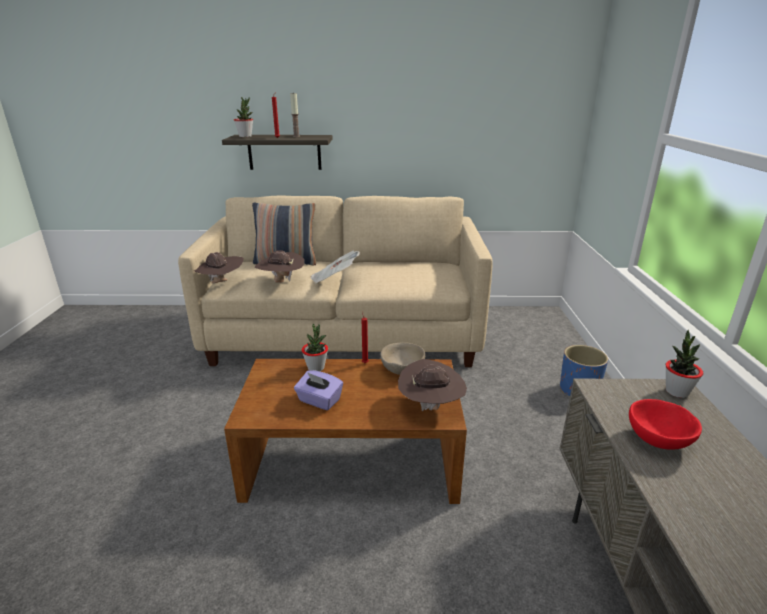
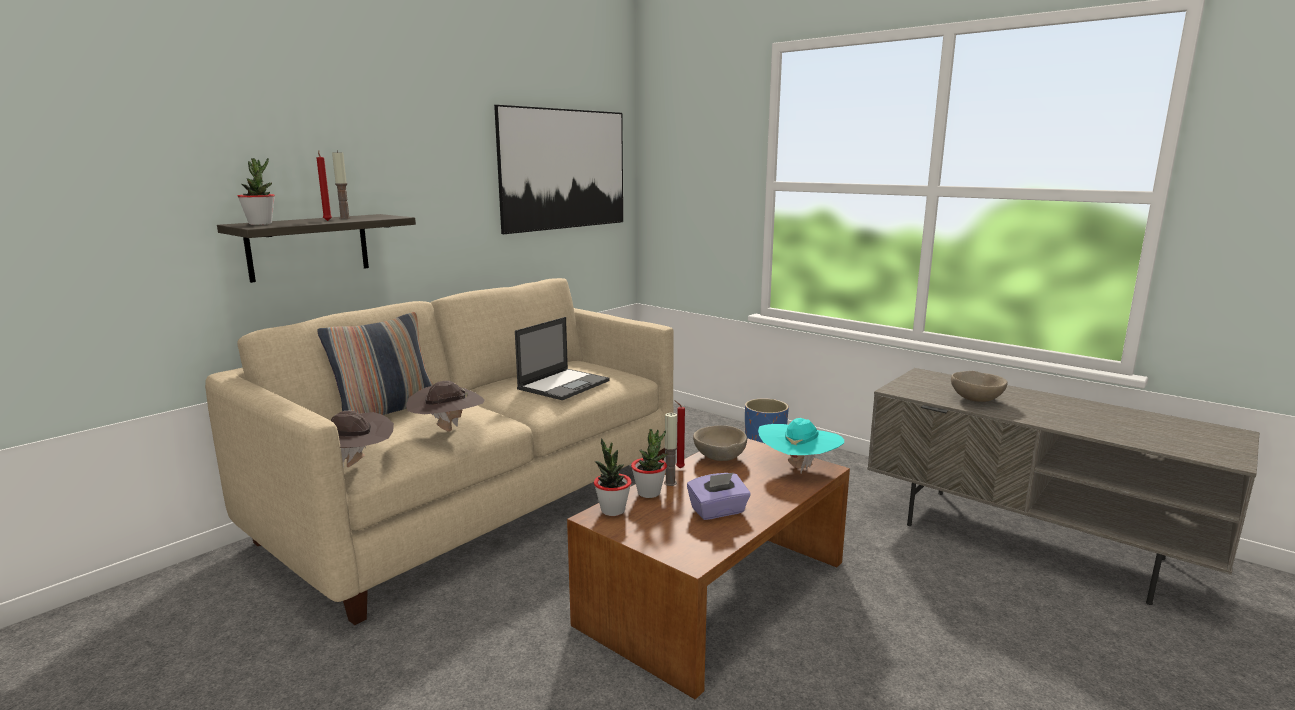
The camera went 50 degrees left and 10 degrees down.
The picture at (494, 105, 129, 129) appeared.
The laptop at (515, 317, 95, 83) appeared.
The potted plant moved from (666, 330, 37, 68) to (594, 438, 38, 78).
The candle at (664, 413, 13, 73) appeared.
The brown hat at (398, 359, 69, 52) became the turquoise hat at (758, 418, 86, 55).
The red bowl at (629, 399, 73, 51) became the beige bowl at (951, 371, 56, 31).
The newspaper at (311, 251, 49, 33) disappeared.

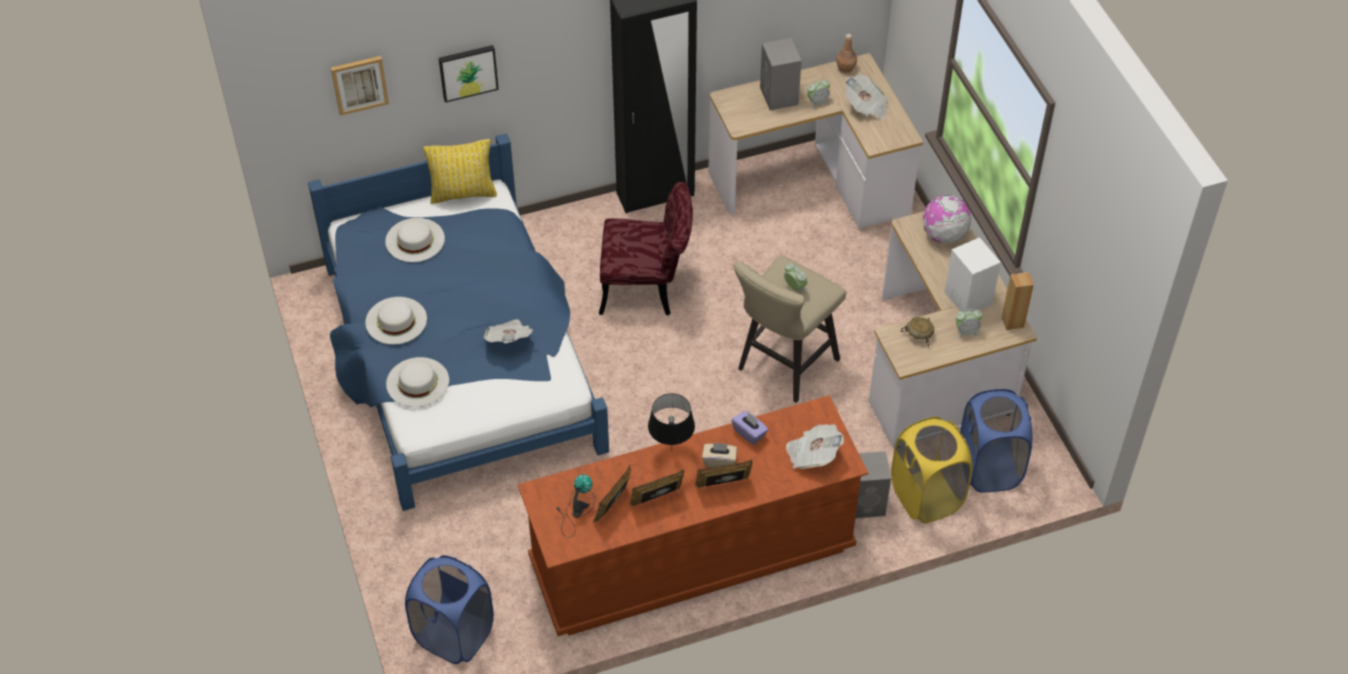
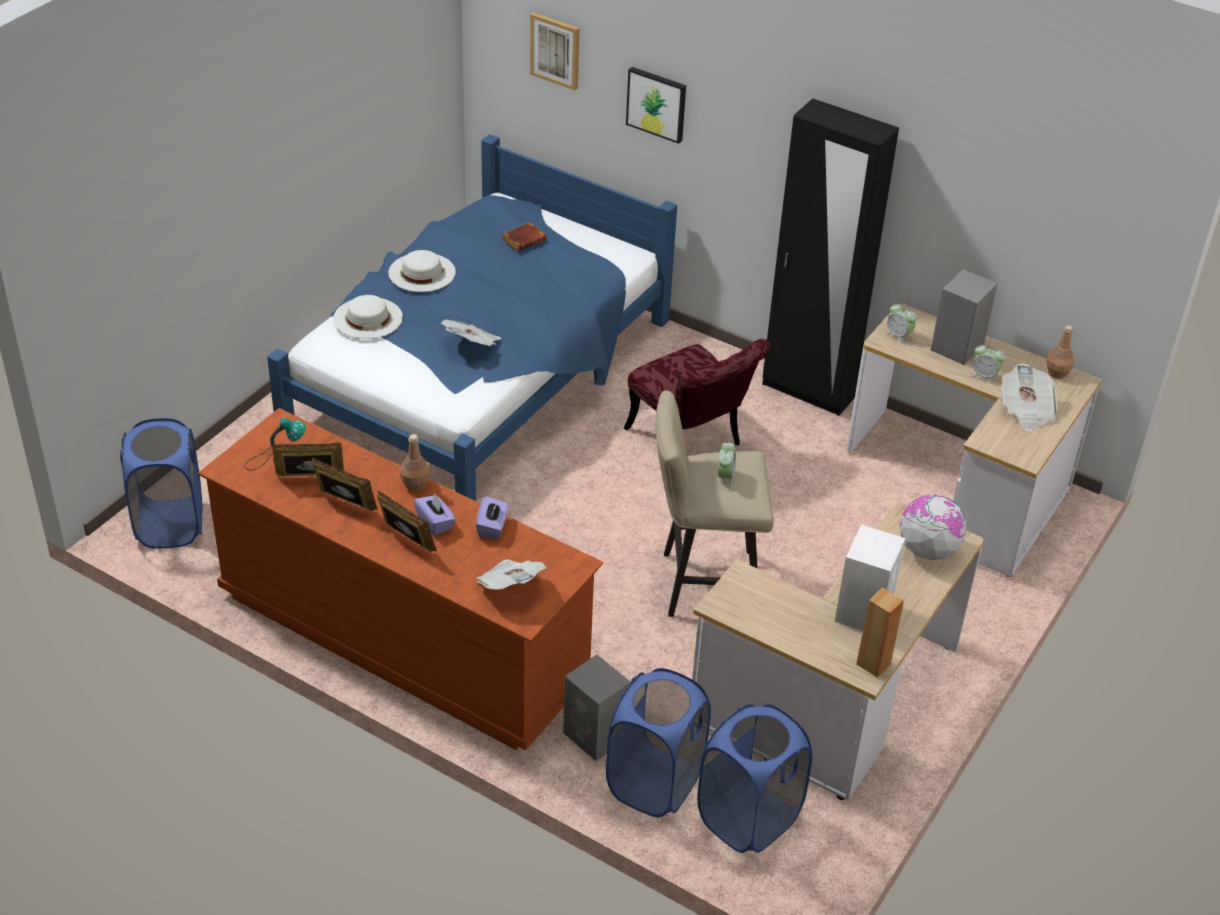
The camera went 50 degrees right and 10 degrees down.
The black table lamp at (648, 393, 47, 58) was replaced by the brown bottle at (400, 434, 30, 58).
The beige tissue box at (702, 442, 35, 25) became the purple tissue box at (414, 494, 42, 42).
The white hat at (385, 218, 60, 44) was replaced by the brown book at (502, 222, 45, 30).
The yellow laundry basket at (891, 417, 82, 107) became the blue laundry basket at (606, 668, 105, 149).
The alarm clock moved from (956, 309, 27, 29) to (885, 304, 32, 40).
The yellow pillow at (423, 139, 74, 65) disappeared.
The beige bowl at (900, 317, 34, 30) disappeared.

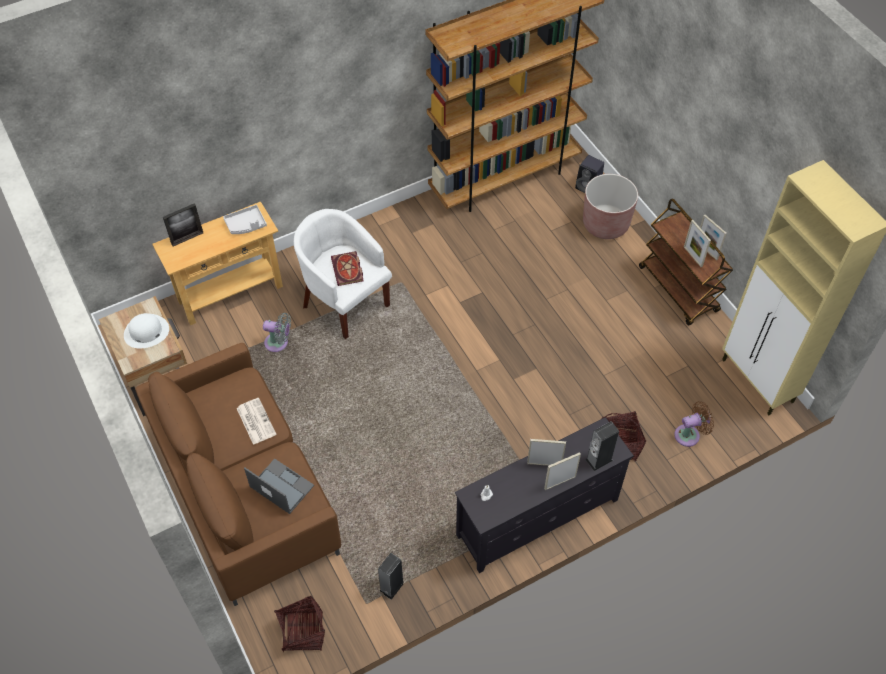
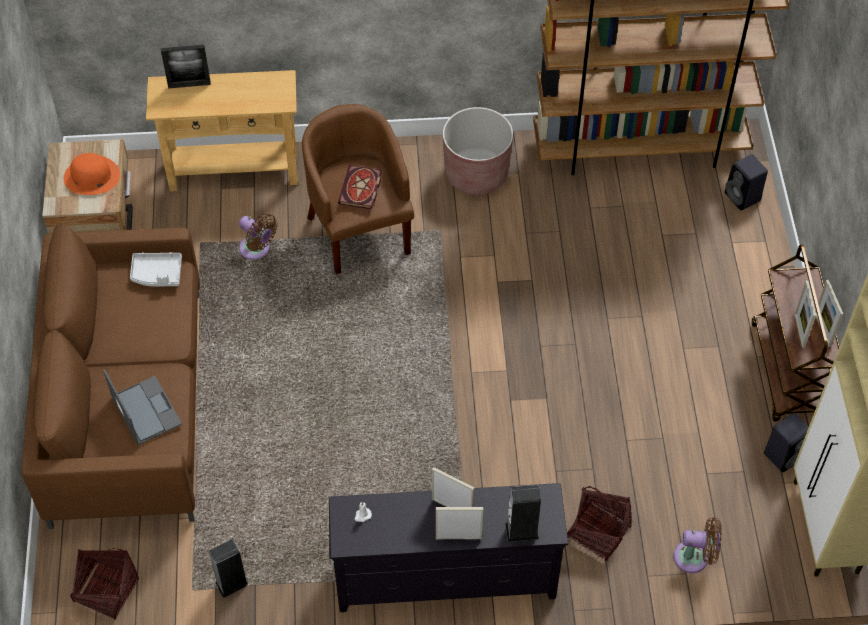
The camera went 25 degrees right and 0 degrees up.
The white hat at (124, 313, 45, 36) became the orange hat at (64, 153, 56, 42).
The grey tray moved from (223, 205, 44, 29) to (130, 252, 52, 35).
The grey fan at (263, 313, 28, 39) became the brown fan at (239, 214, 38, 46).
The white armchair at (294, 209, 98, 130) became the brown armchair at (302, 104, 112, 170).
The brown planter moved from (583, 174, 55, 65) to (443, 107, 70, 88).
The black speaker at (764, 413, 45, 60) appeared.
The newspaper at (237, 398, 39, 47) disappeared.

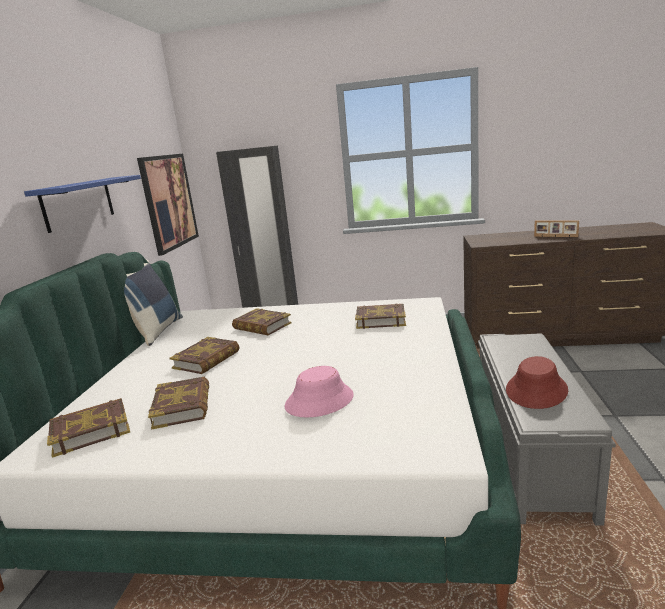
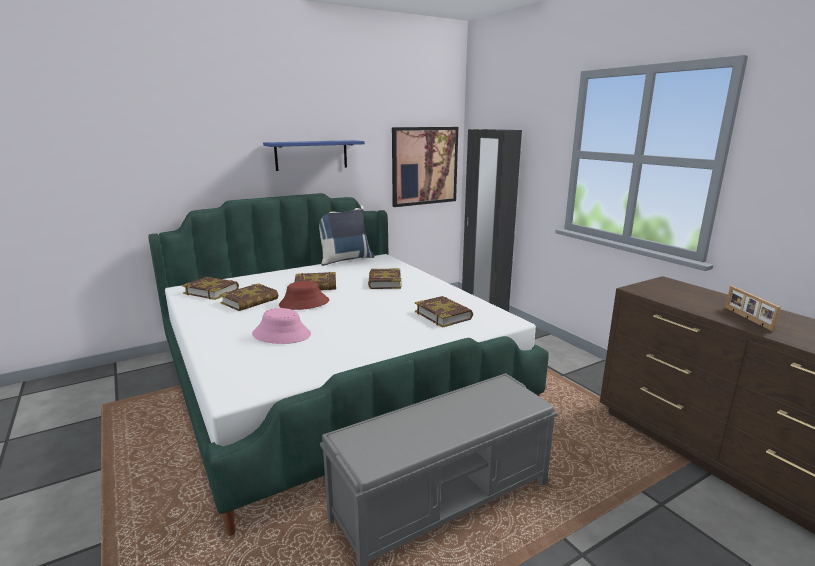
The camera went 50 degrees right and 0 degrees up.
The red hat moved from (506, 356, 62, 53) to (279, 281, 50, 29).

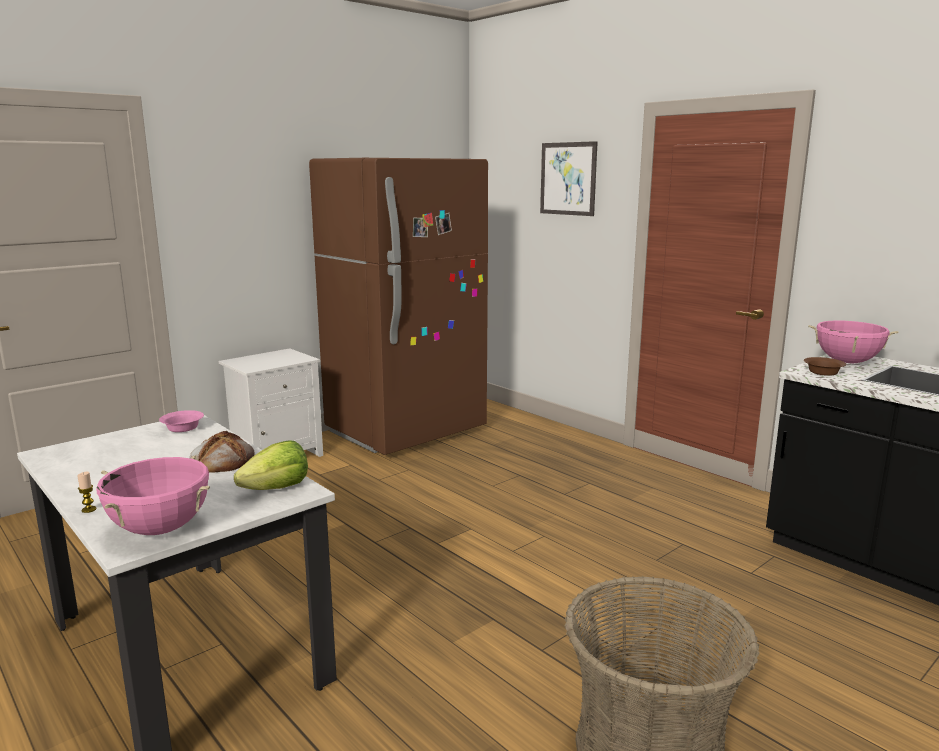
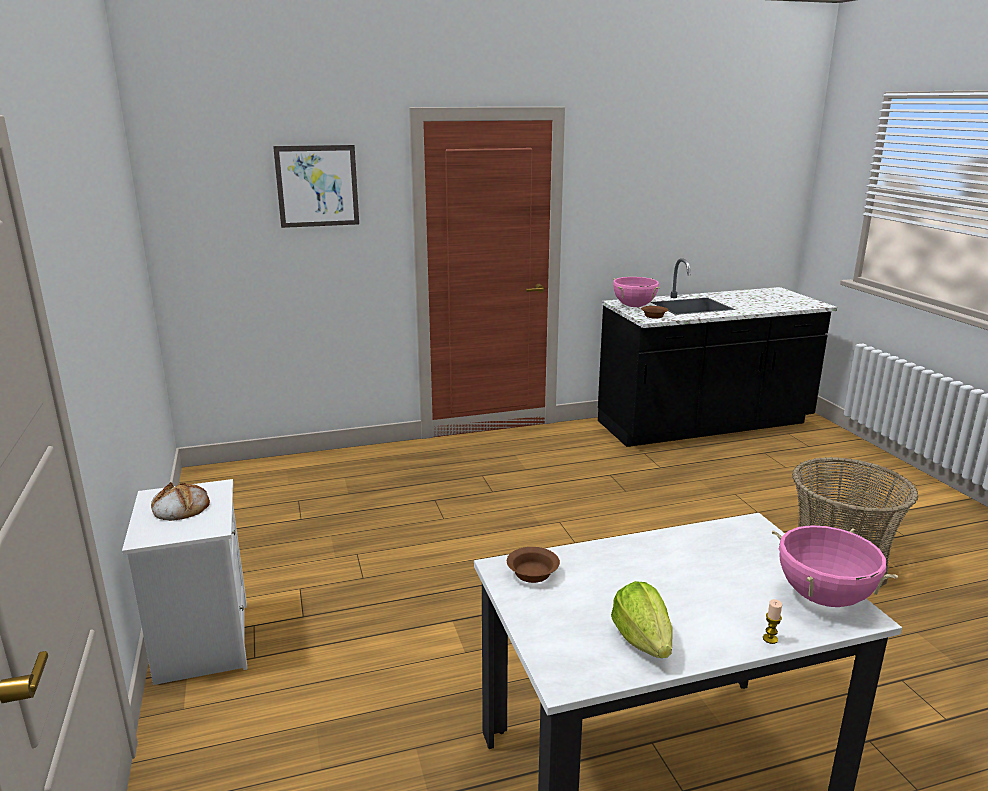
The camera went 65 degrees left and 5 degrees up.
The bread moved from (189, 431, 66, 42) to (151, 482, 59, 39).
The pink bowl at (159, 410, 45, 22) became the brown bowl at (507, 547, 53, 36).
The lettuce moved from (234, 440, 74, 50) to (611, 581, 61, 77).
The brown fridge at (309, 158, 179, 297) disappeared.

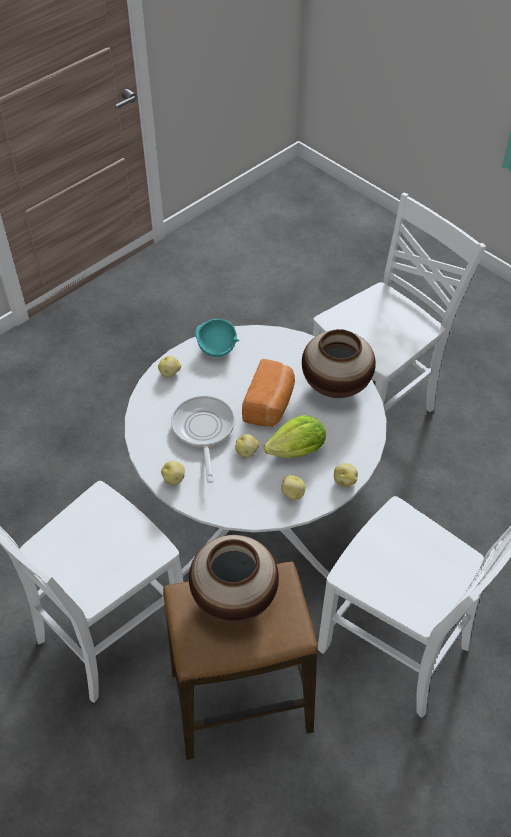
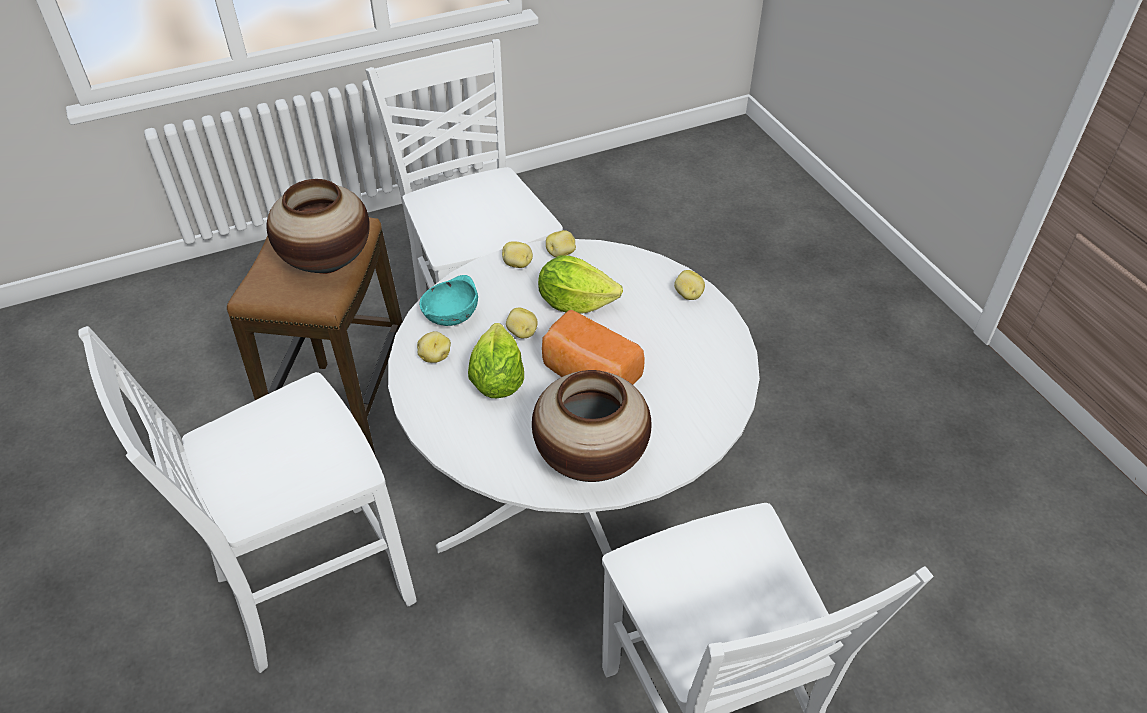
The camera went 110 degrees right and 5 degrees down.
The turquoise bowl moved from (195, 319, 44, 38) to (419, 275, 59, 51).
The frying pan at (171, 396, 64, 87) was replaced by the lettuce at (538, 255, 85, 59).
The potato moved from (334, 463, 24, 24) to (546, 230, 30, 27).

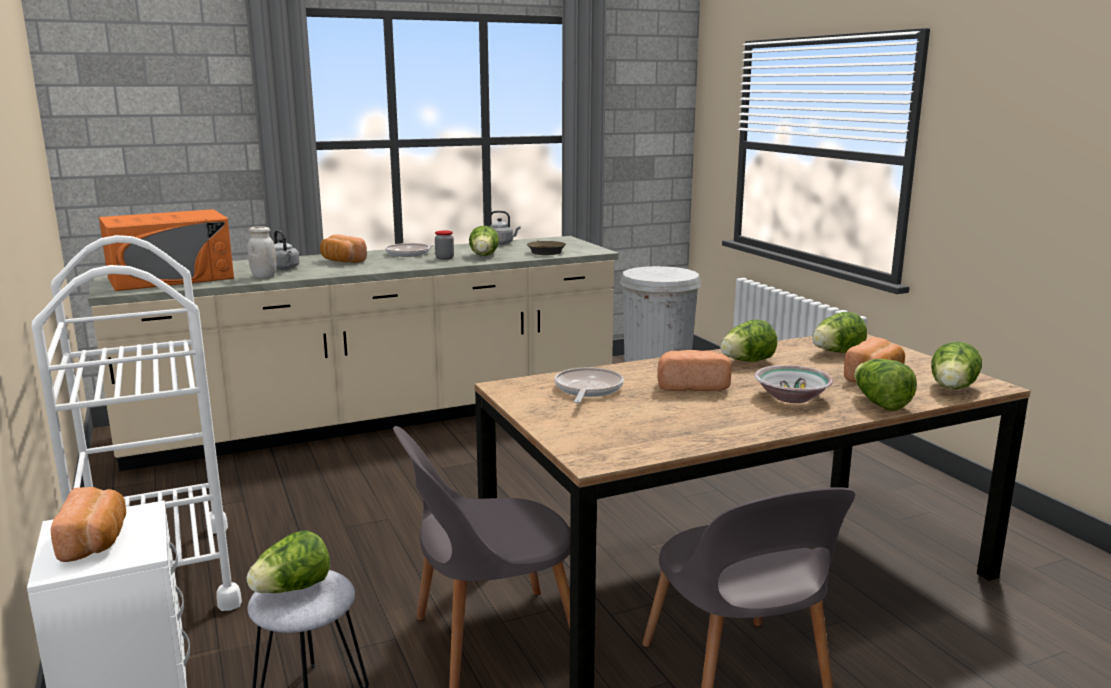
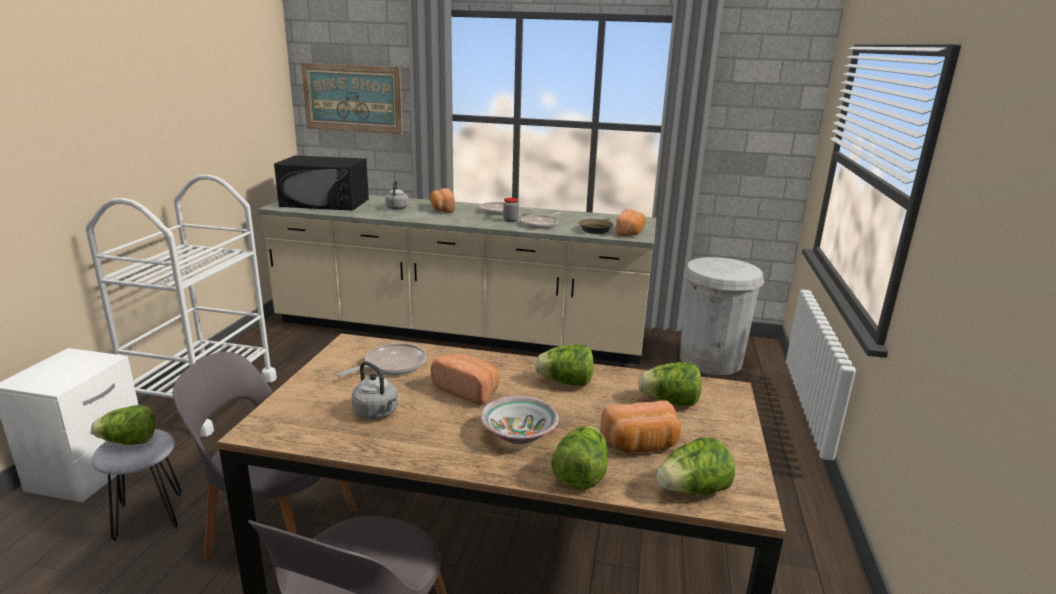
The camera went 35 degrees right and 5 degrees up.
The orange microwave at (99, 209, 135, 82) became the black microwave at (274, 155, 95, 56).
The picture at (301, 63, 102, 71) appeared.
The grey kettle moved from (489, 211, 31, 34) to (352, 361, 46, 58).
The lettuce at (469, 226, 30, 30) was replaced by the frying pan at (521, 211, 42, 18).
The bread moved from (51, 487, 75, 75) to (616, 209, 30, 27).
The white jar at (248, 226, 29, 52) disappeared.

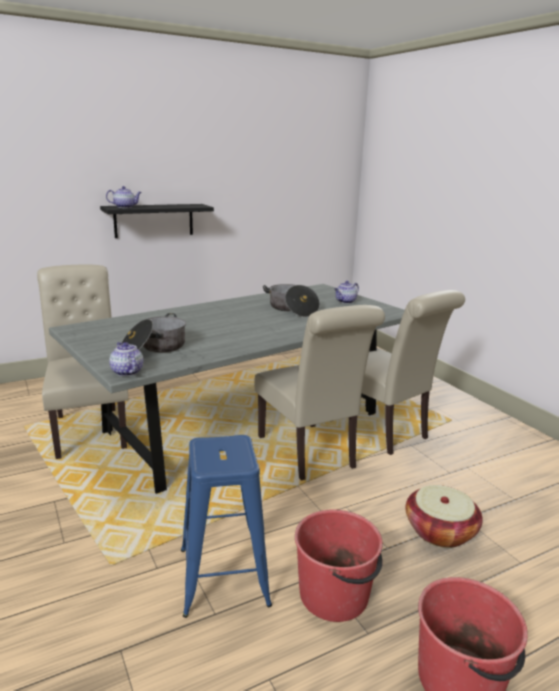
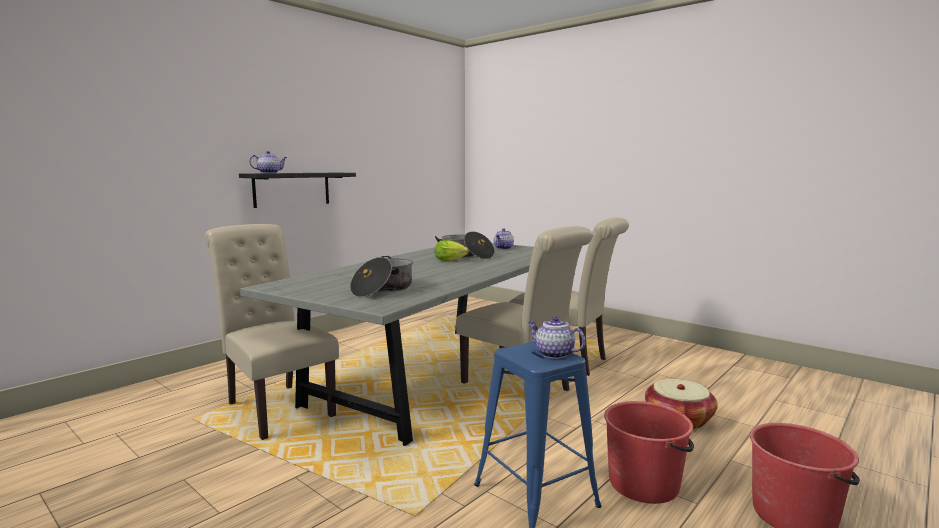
The camera went 20 degrees left and 10 degrees down.
The lettuce at (435, 240, 34, 21) appeared.
The teapot moved from (109, 342, 34, 34) to (528, 317, 57, 42).

